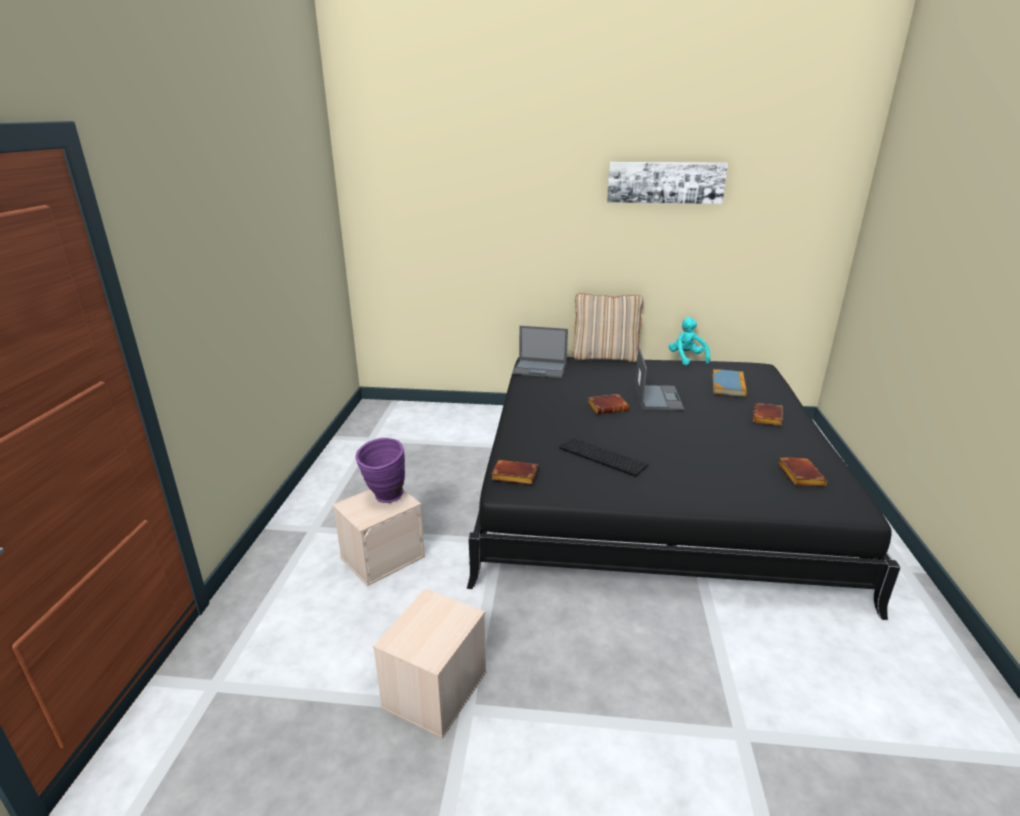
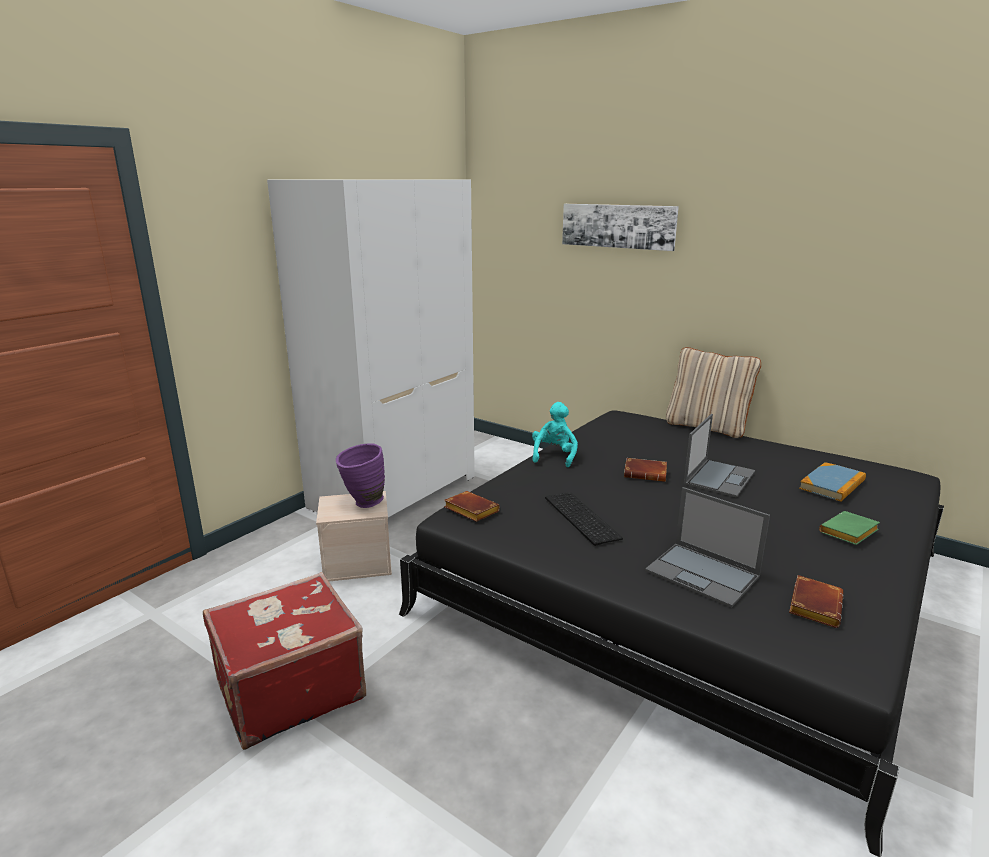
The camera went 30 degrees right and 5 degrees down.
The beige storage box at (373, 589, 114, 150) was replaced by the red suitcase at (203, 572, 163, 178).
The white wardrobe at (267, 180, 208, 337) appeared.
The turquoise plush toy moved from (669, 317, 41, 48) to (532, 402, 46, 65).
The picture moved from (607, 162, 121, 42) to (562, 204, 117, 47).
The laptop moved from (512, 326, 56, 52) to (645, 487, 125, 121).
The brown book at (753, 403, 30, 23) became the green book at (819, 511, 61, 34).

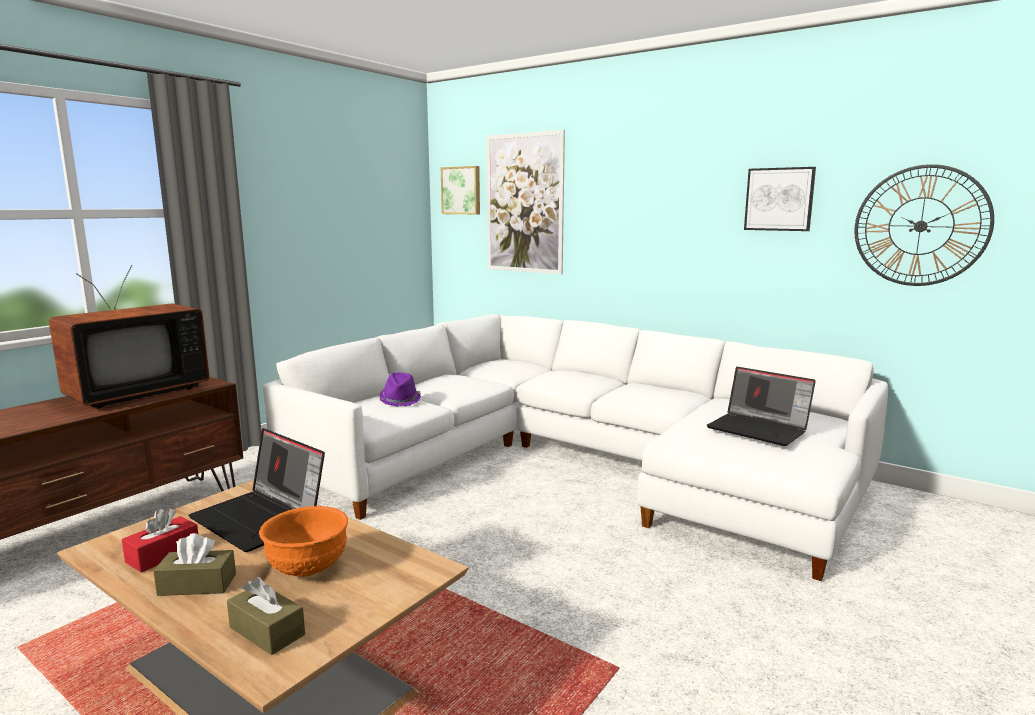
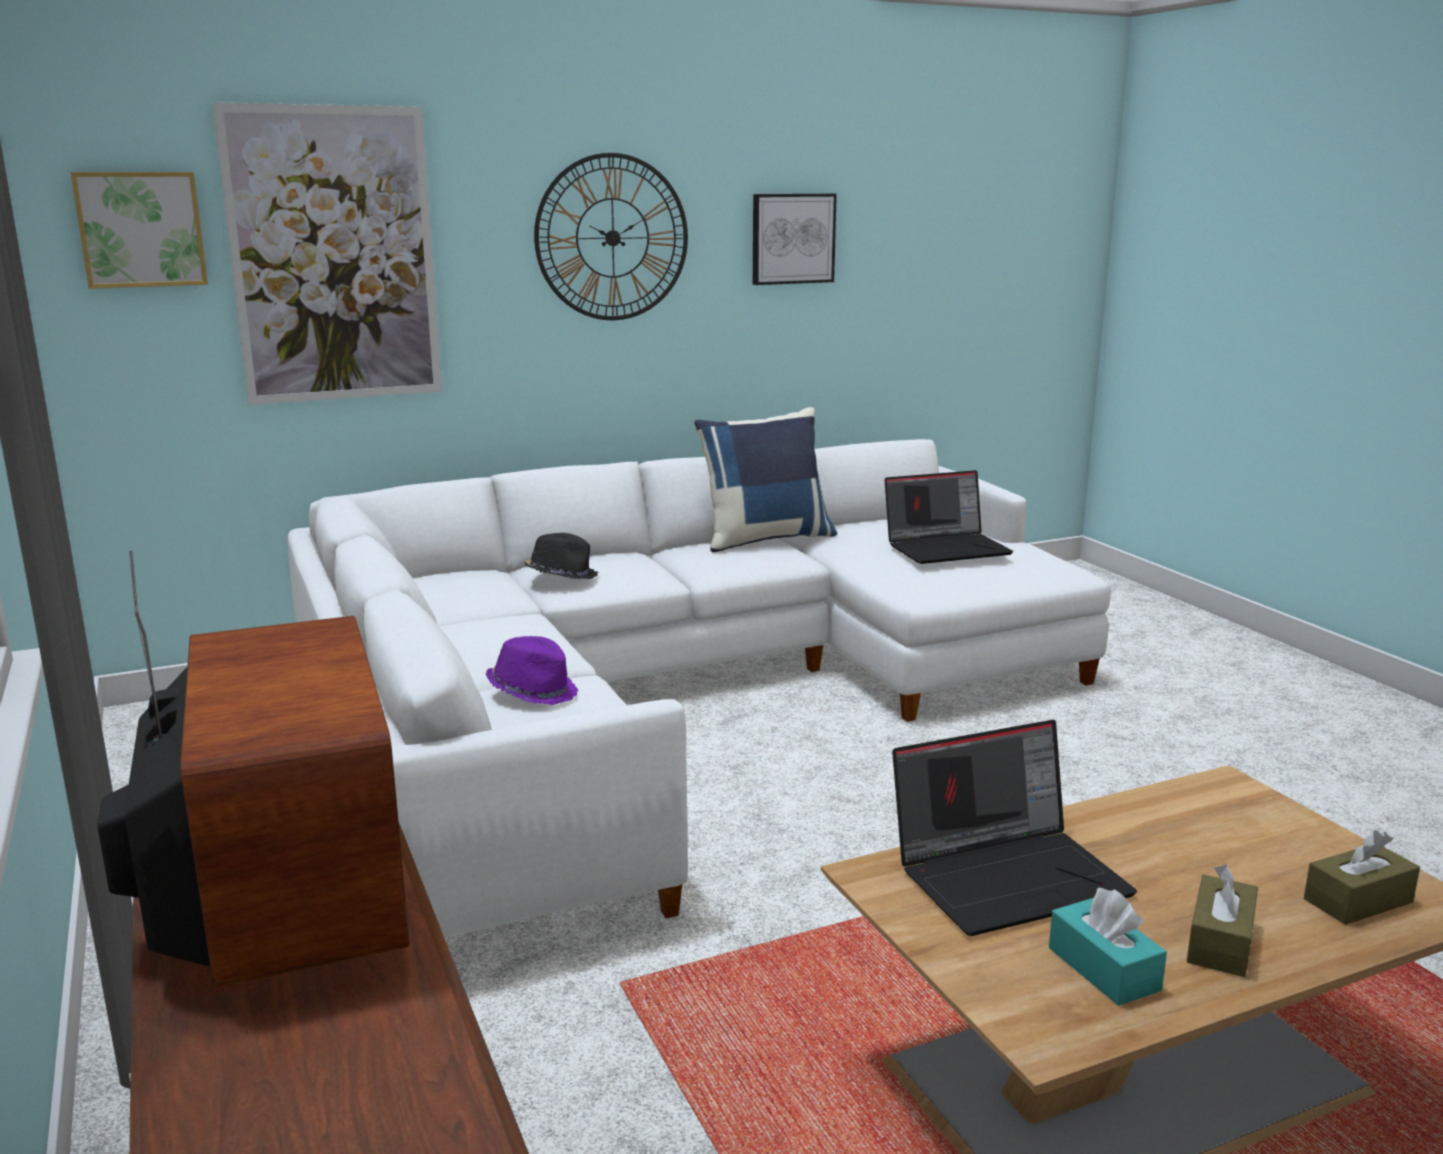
The camera went 60 degrees left and 5 degrees up.
The black hat at (524, 533, 74, 46) appeared.
The wall clock moved from (855, 164, 139, 122) to (534, 153, 154, 167).
The blue pillow at (694, 407, 143, 146) appeared.
The red tissue box at (122, 508, 76, 64) became the turquoise tissue box at (1049, 888, 118, 118).
The orange bowl at (259, 506, 89, 71) disappeared.

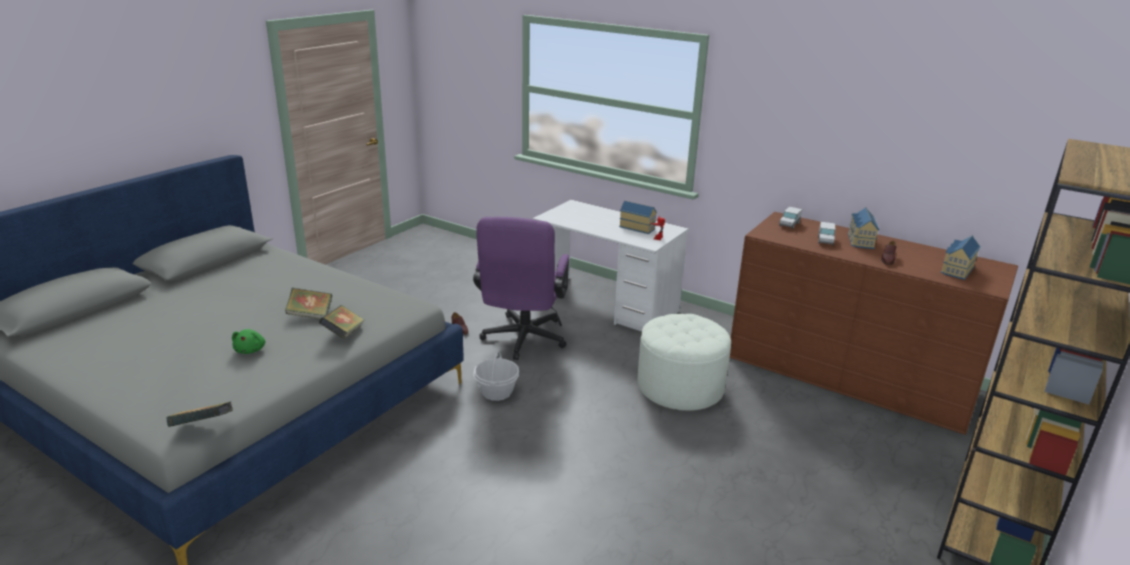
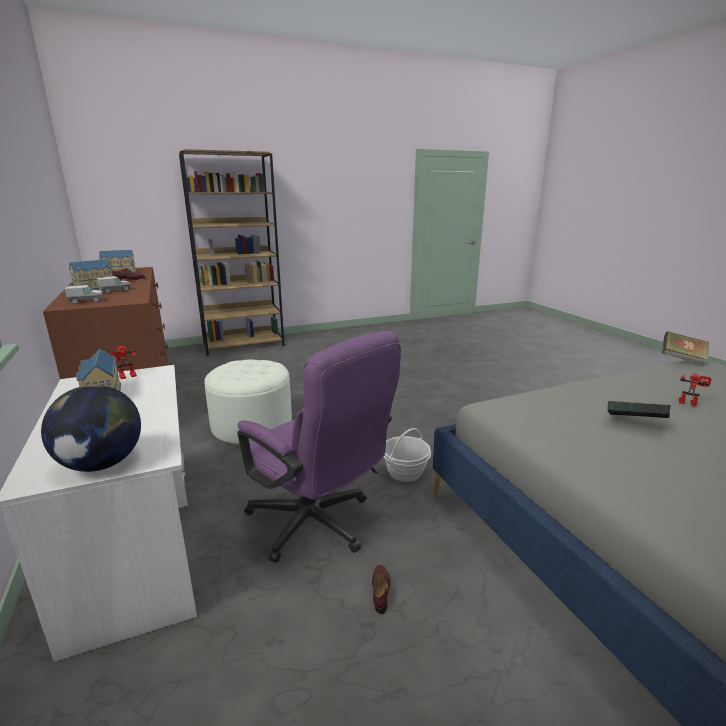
The camera went 145 degrees left and 5 degrees down.
The globe at (41, 385, 100, 87) appeared.
The purple office chair at (473, 217, 96, 143) turned 90 degrees clockwise.
The green plush toy at (232, 329, 33, 25) was replaced by the toy robot at (679, 373, 33, 33).
The book at (319, 305, 46, 34) disappeared.

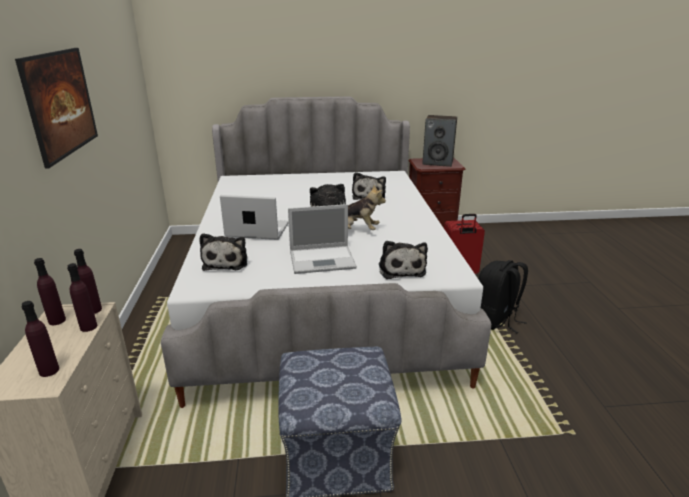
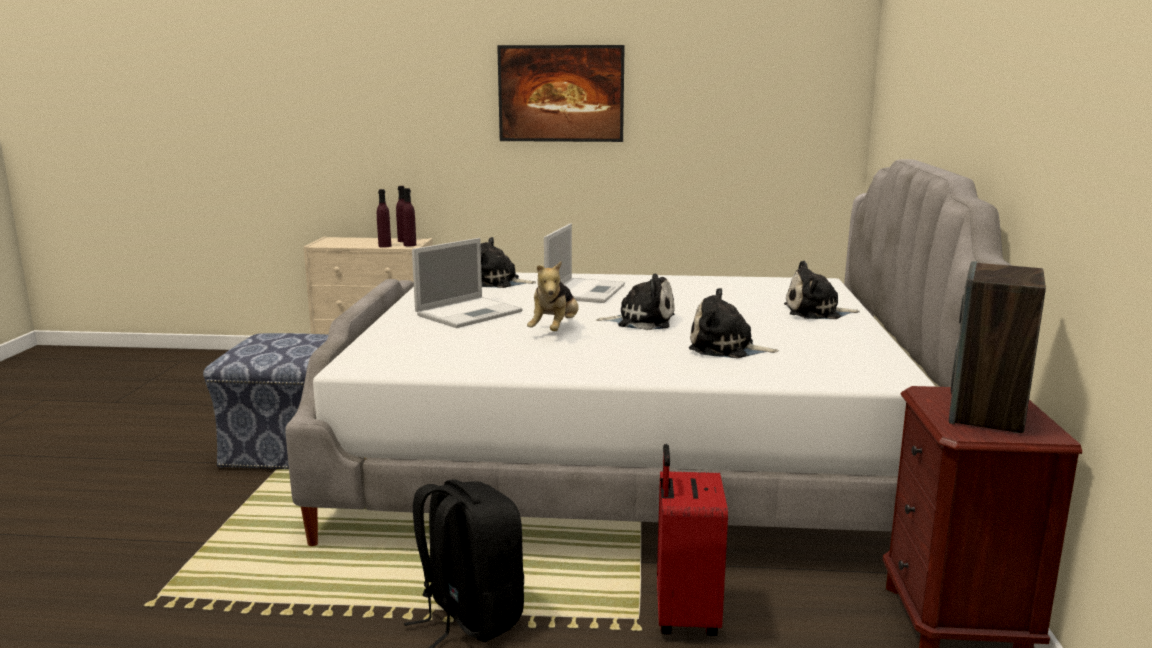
The camera went 100 degrees right and 10 degrees down.
The laptop at (288, 204, 69, 70) turned 135 degrees counterclockwise.
The plush toy moved from (379, 241, 49, 38) to (784, 261, 76, 58).
The purple bottle at (22, 301, 37, 76) disappeared.

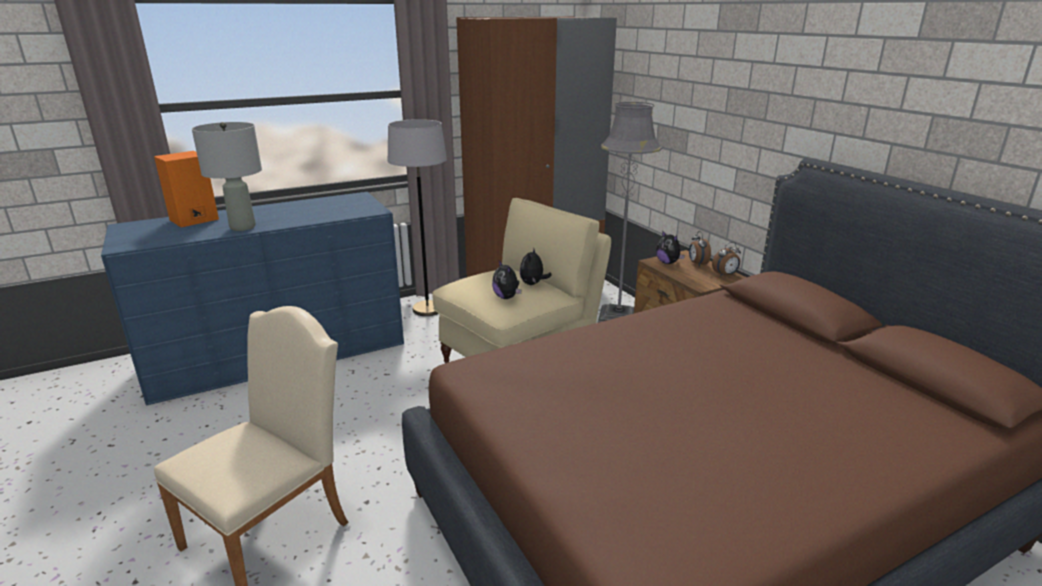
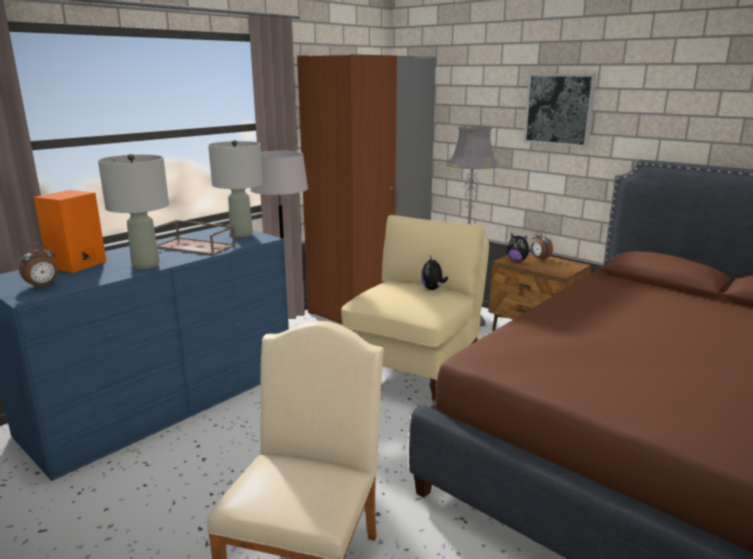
The camera went 20 degrees left and 5 degrees down.
The alarm clock moved from (712, 242, 29, 35) to (19, 243, 39, 46).
The brown tray at (154, 220, 82, 36) appeared.
The grey table lamp at (208, 140, 55, 97) appeared.
The picture at (524, 74, 73, 73) appeared.
The plush toy at (492, 260, 29, 39) disappeared.

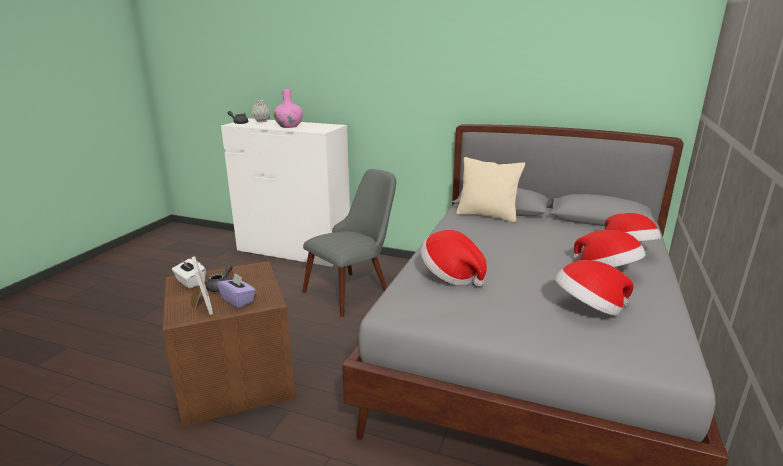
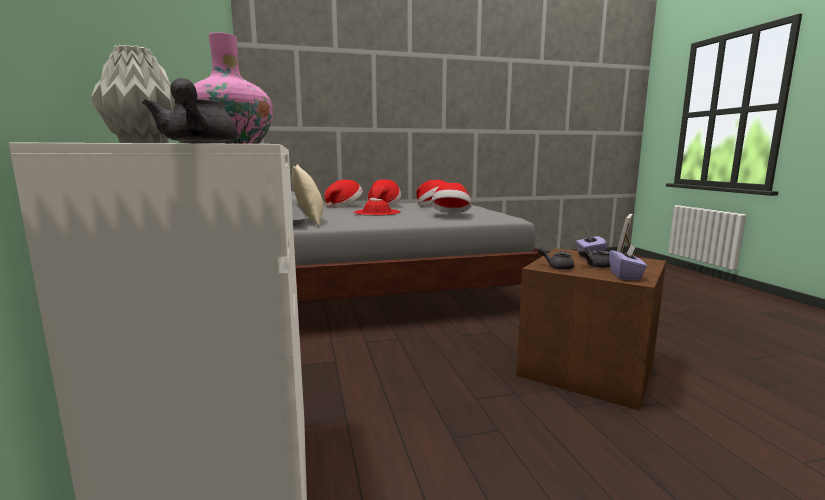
The camera went 125 degrees left and 10 degrees down.
The red hat at (353, 198, 48, 18) appeared.
The grey teapot at (537, 247, 37, 23) appeared.
The white tissue box at (172, 259, 34, 29) became the purple tissue box at (609, 244, 38, 36).
The grey chair at (302, 169, 94, 148) disappeared.

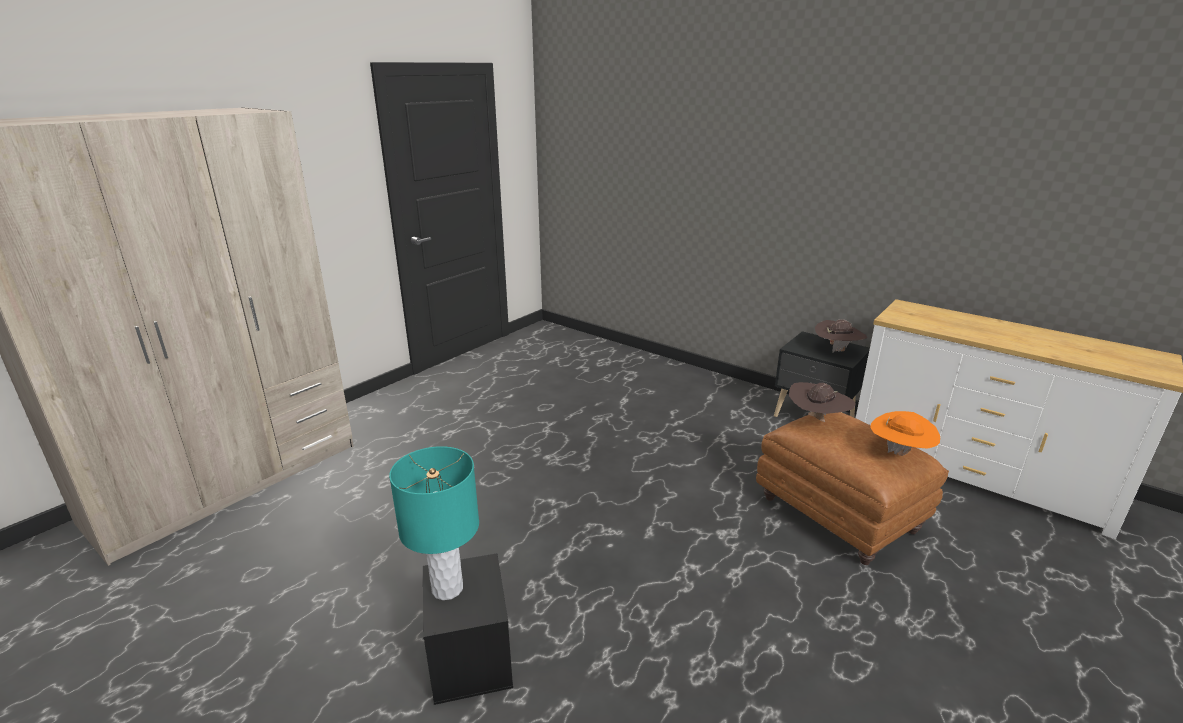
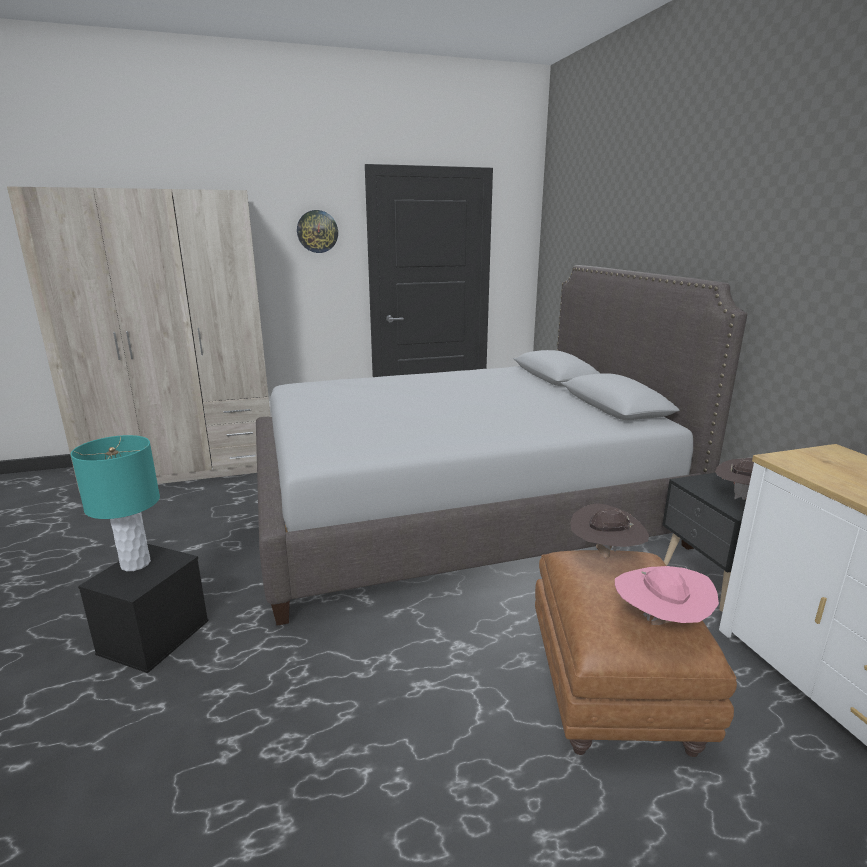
The camera went 35 degrees right and 5 degrees down.
The grey bed at (256, 265, 491, 361) appeared.
The wall clock at (297, 210, 41, 43) appeared.
The orange hat at (870, 411, 70, 45) became the pink hat at (615, 566, 104, 59).

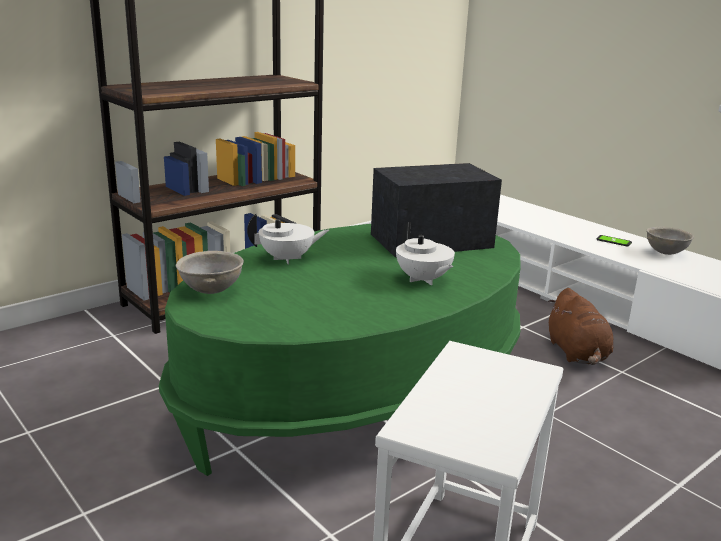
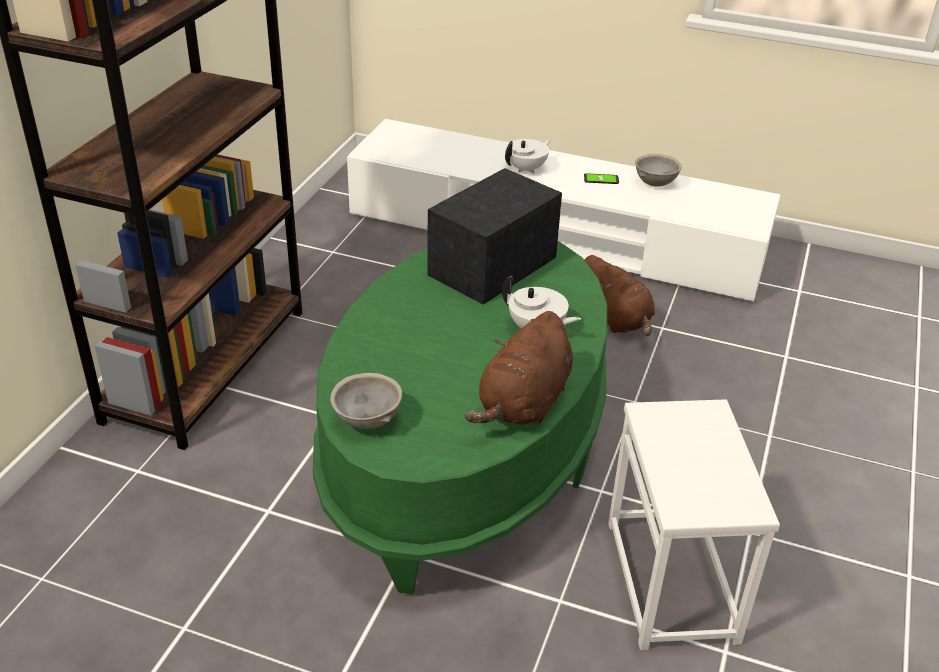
The camera went 30 degrees left and 15 degrees up.
The brown plush toy at (465, 311, 108, 114) appeared.
The white teapot moved from (247, 214, 82, 51) to (505, 139, 46, 35).

